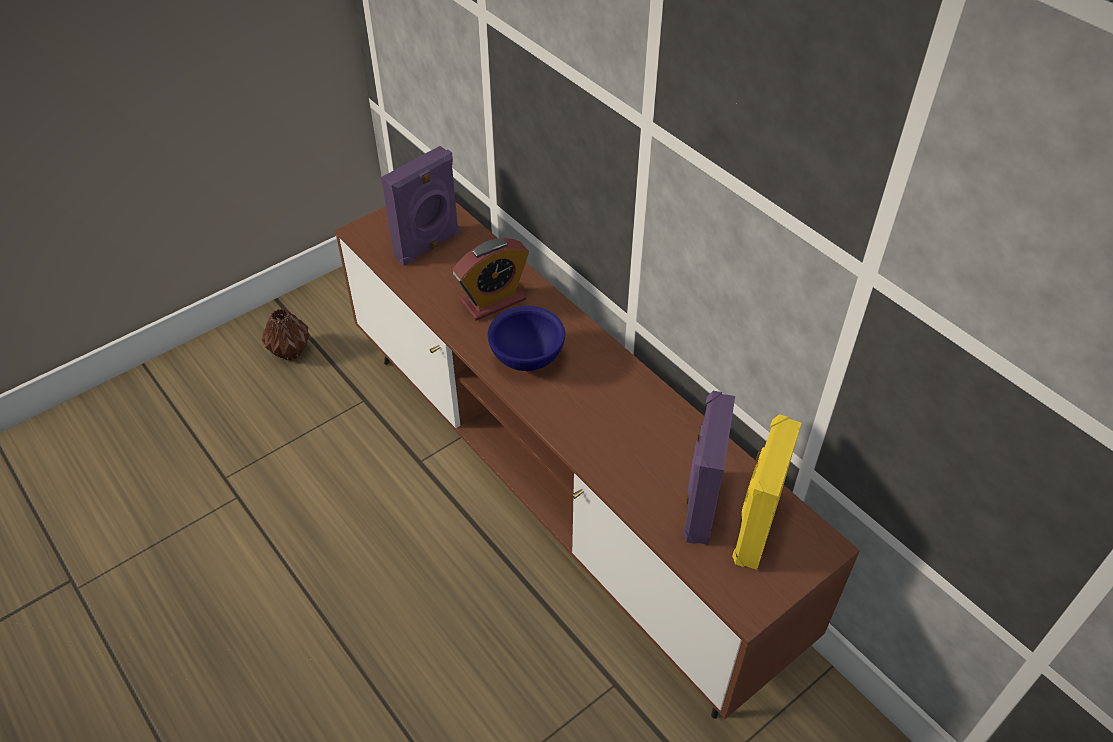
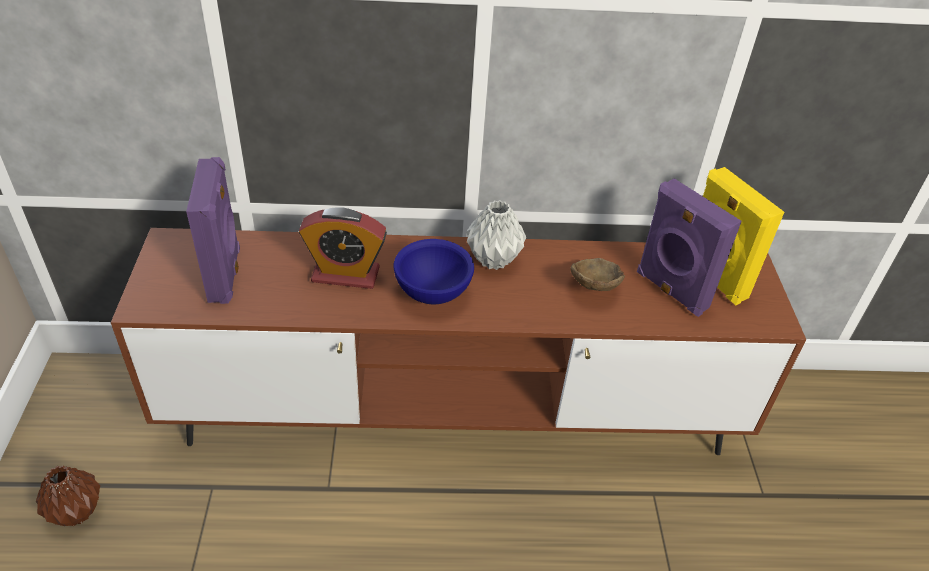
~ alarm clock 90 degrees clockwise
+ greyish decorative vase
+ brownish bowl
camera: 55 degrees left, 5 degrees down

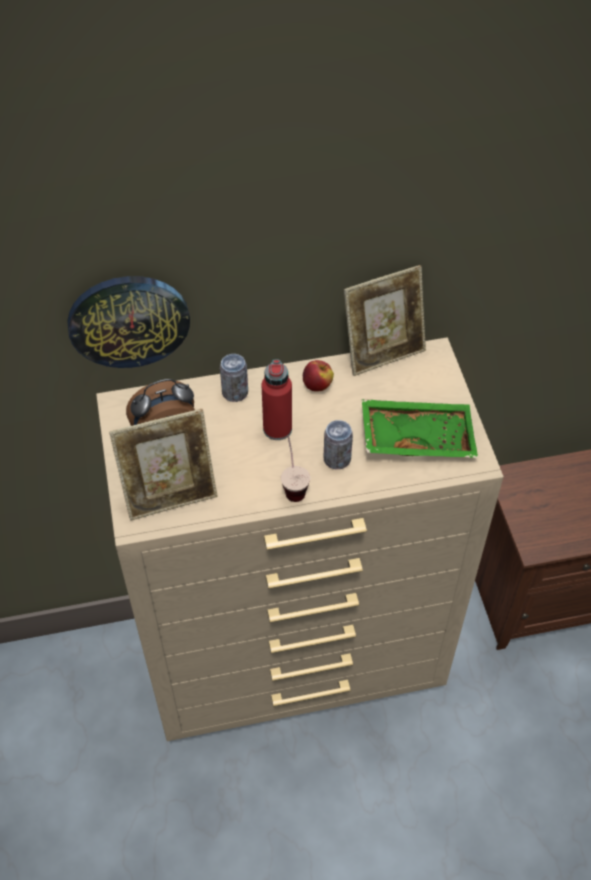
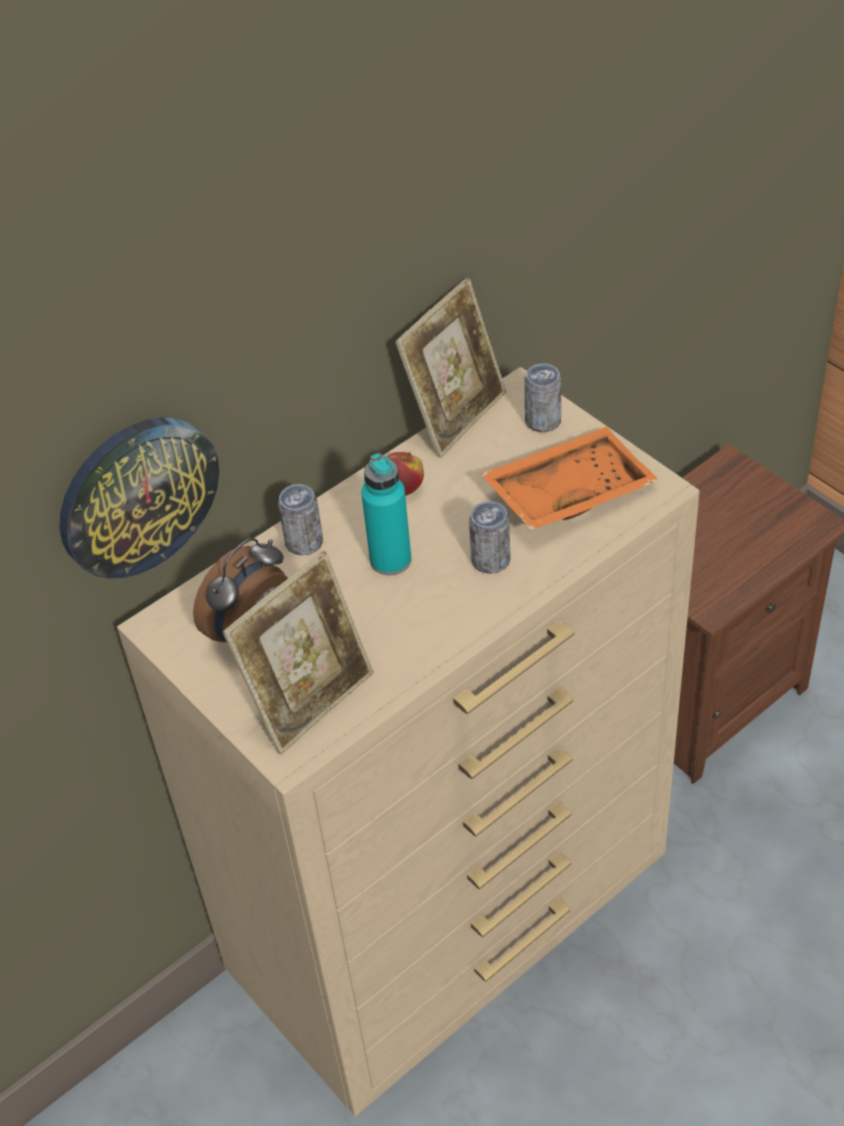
~ red-coloured beverage bottle to turquoise-coloured beverage bottle
~ green serving tray to orangey serving tray
+ sealed can (3rd from left)
- small cup
camera: 25 degrees left, 5 degrees down

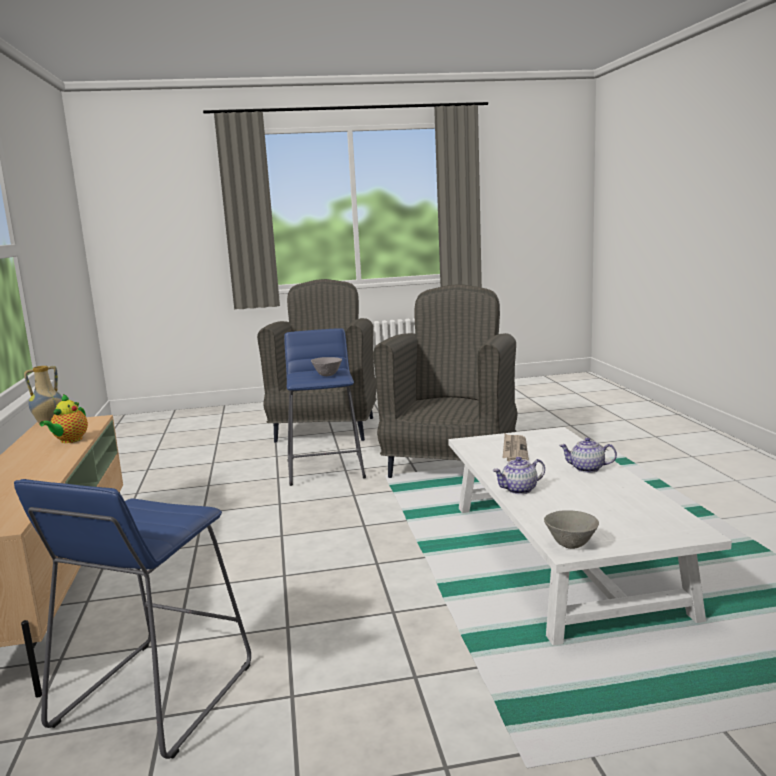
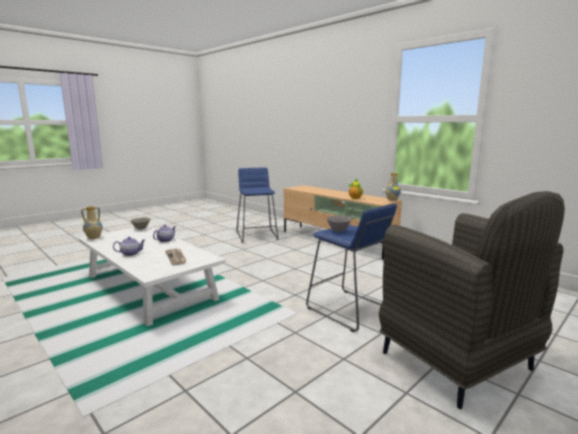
+ decorative vase (1st from left)
- greyish lounge chair (2nd from left)
camera: 145 degrees right, 0 degrees up

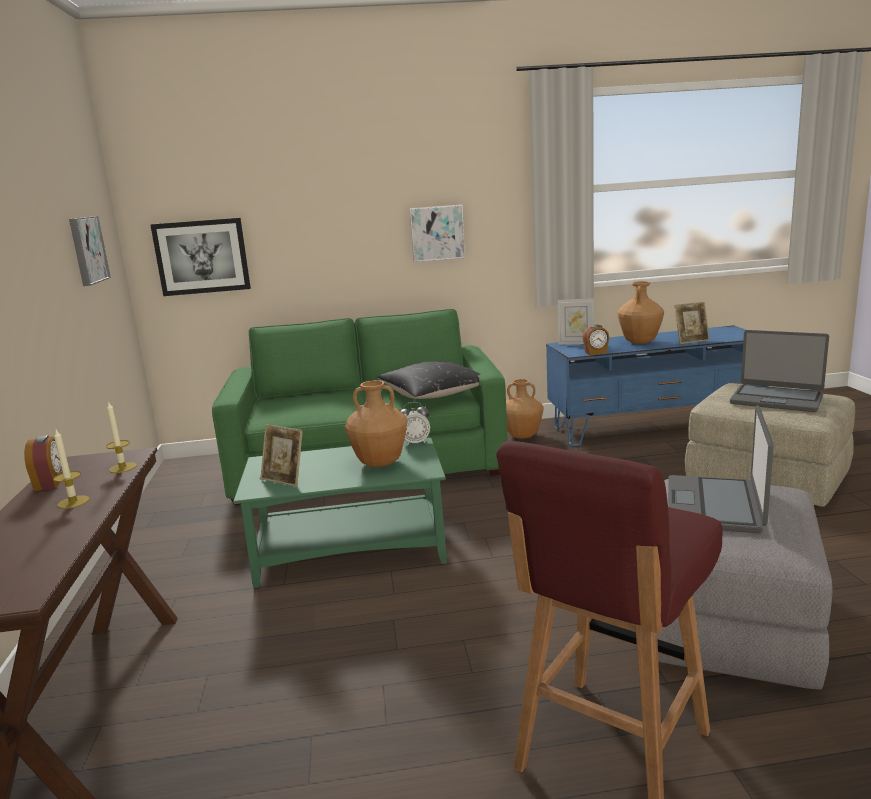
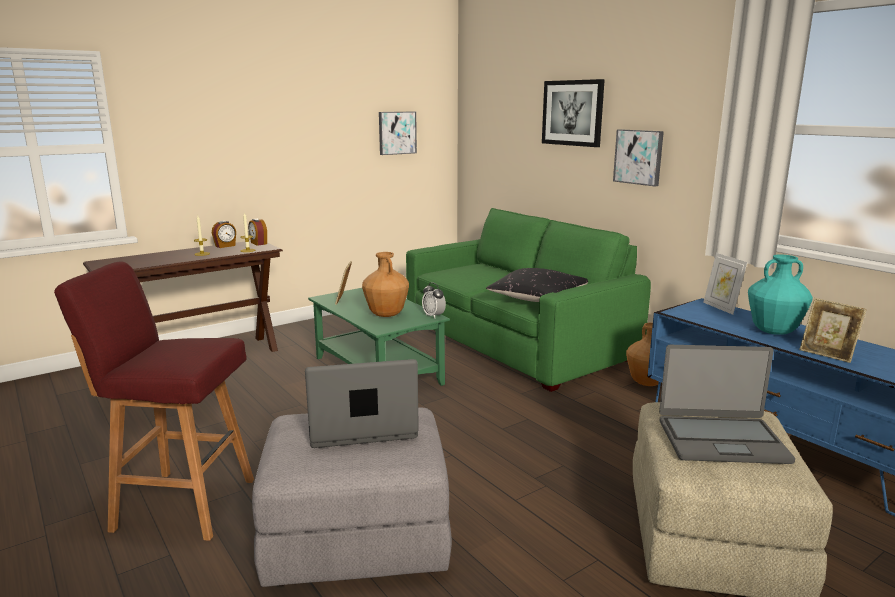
~ alarm clock (3rd from left in the first image) to alarm clock (2nd from left)
~ picture (2nd from left)
~ portable computer (2nd from left) 90 degrees counterclockwise
~ brownish decorative vase (3rd from left) to turquoise-coloured decorative vase
camera: 60 degrees right, 0 degrees up

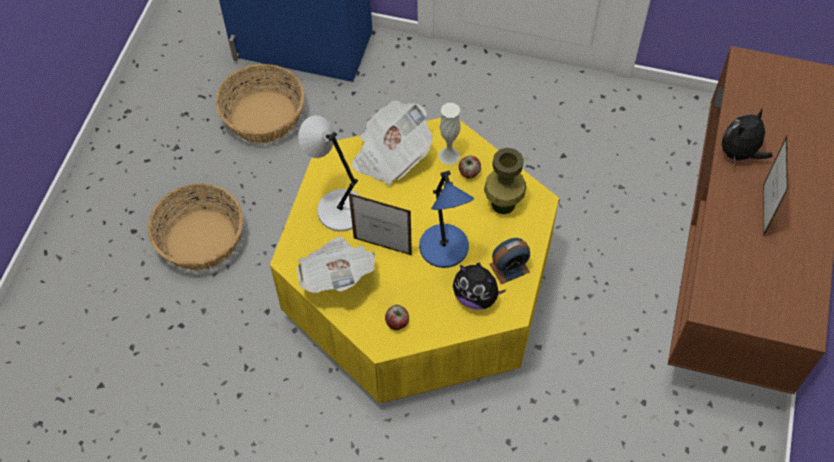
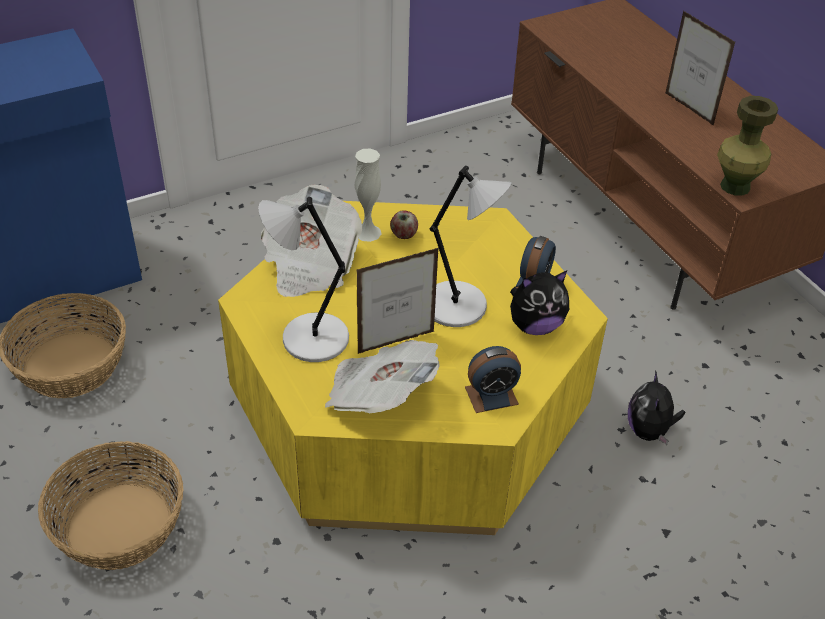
~ blue table lamp to greyish table lamp (2nd from left)
~ apple fruit (1st from left) to alarm clock (1st from left)
~ cuddly toy (2nd from left)
~ green decorative vase
camera: 45 degrees left, 15 degrees down

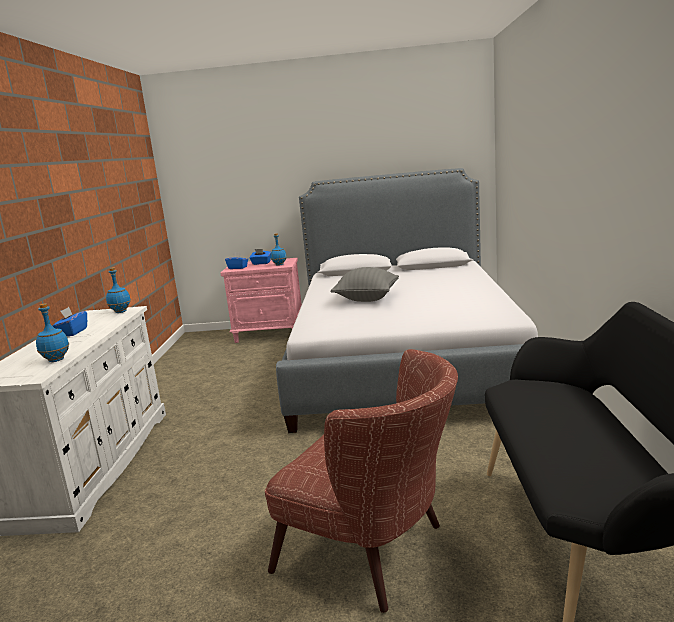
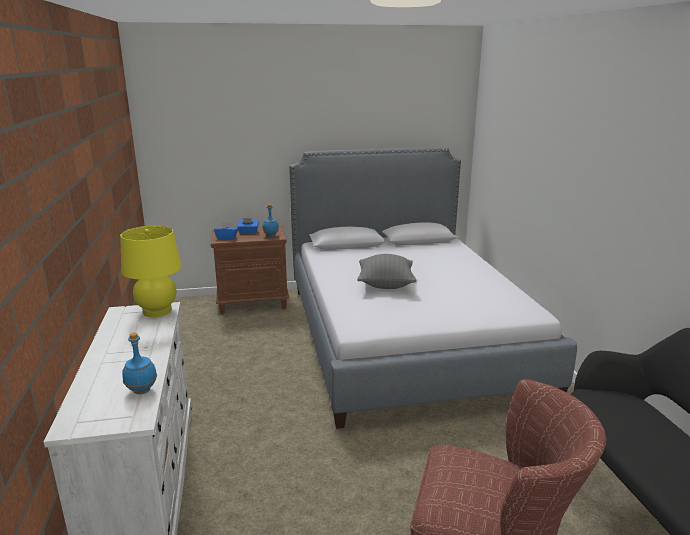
~ blue beverage bottle (2nd from left) to yellowish table lamp
~ pink-coloured bedside table to brownish bedside table
- blue tissue box (1st from left)
camera: 15 degrees left, 5 degrees up

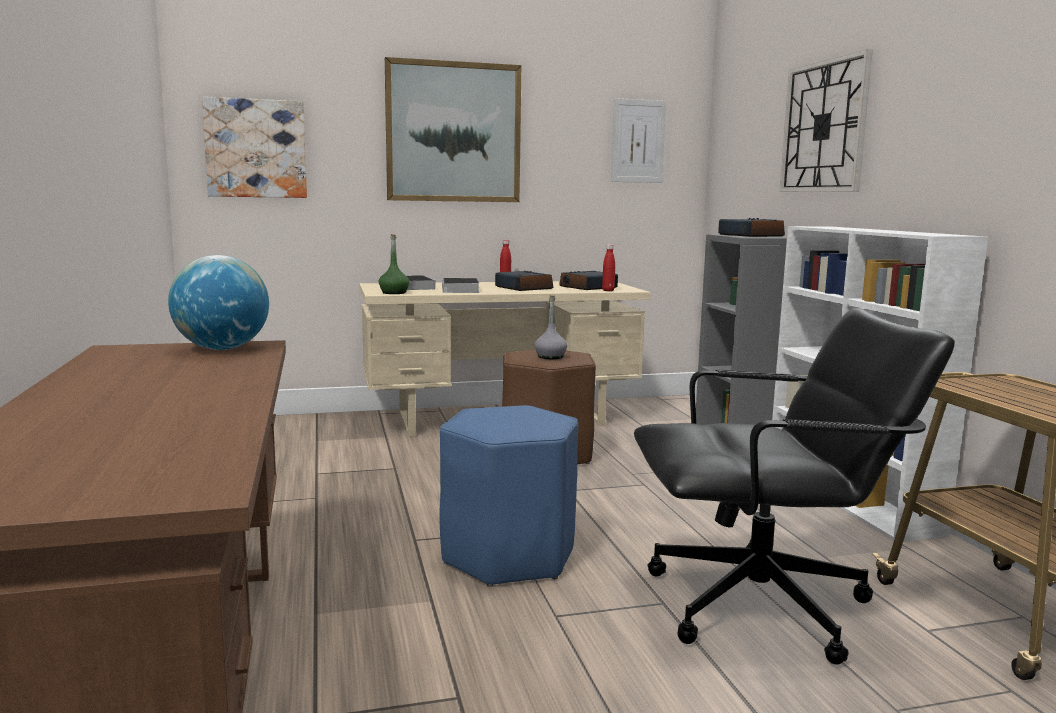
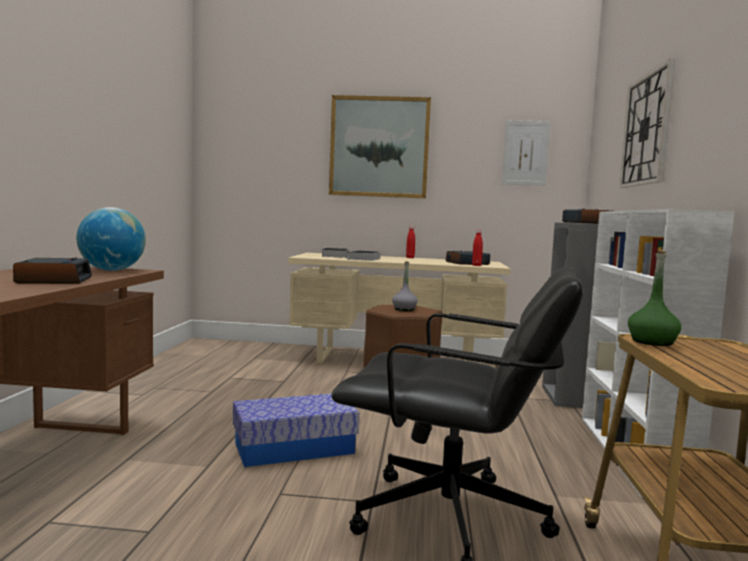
~ alarm clock (1st from left)
~ blue sitting stool to storage box
~ green beverage bottle
- picture (1st from left)
camera: 20 degrees right, 5 degrees down

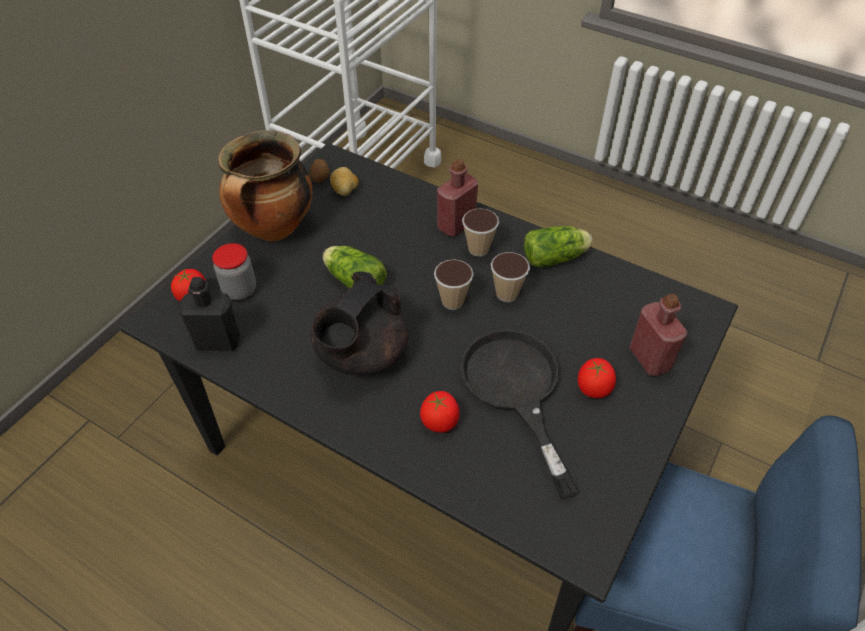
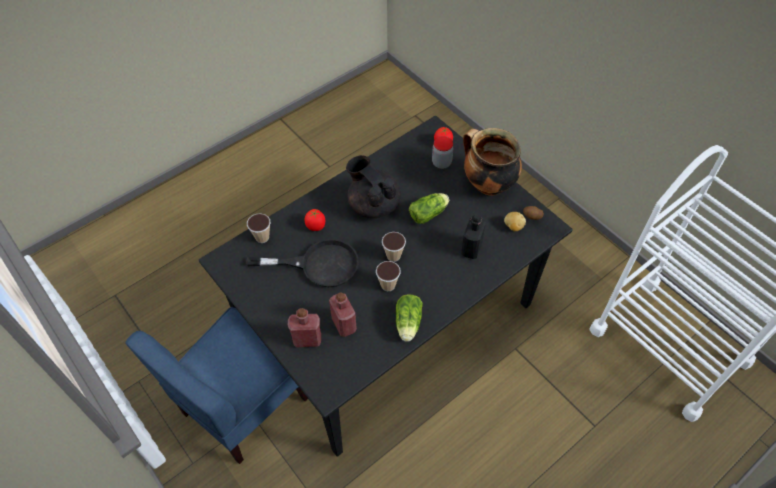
~ small cup (2nd from left in the first image) to small cup (1st from left)
~ red-coloured beverage bottle (1st from left in the first image) to red-coloured beverage bottle (2nd from left)
~ black-coloured beverage bottle
- tomato (3rd from left)
camera: 110 degrees right, 5 degrees up

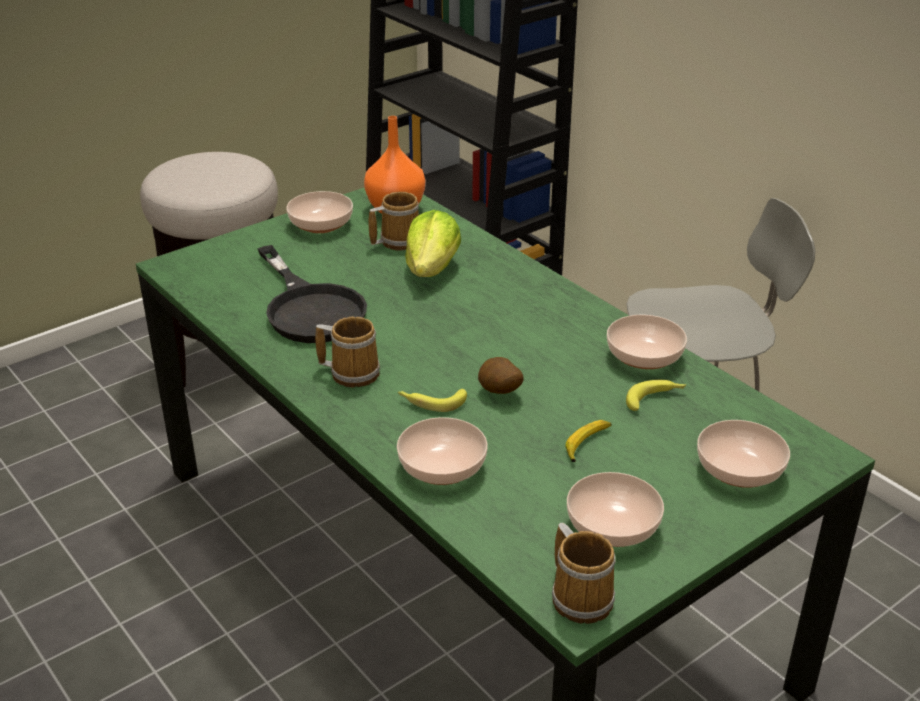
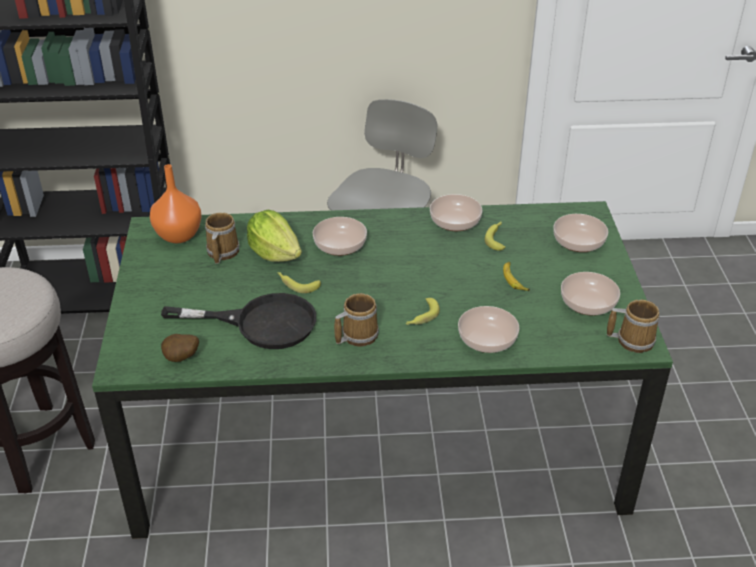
~ whole potato
+ banana (1st from left)
~ bowl (1st from left)
camera: 55 degrees left, 5 degrees up

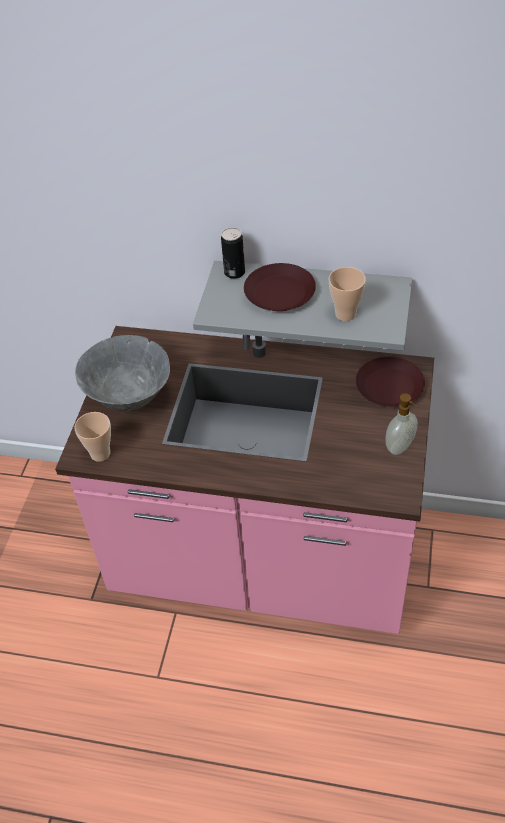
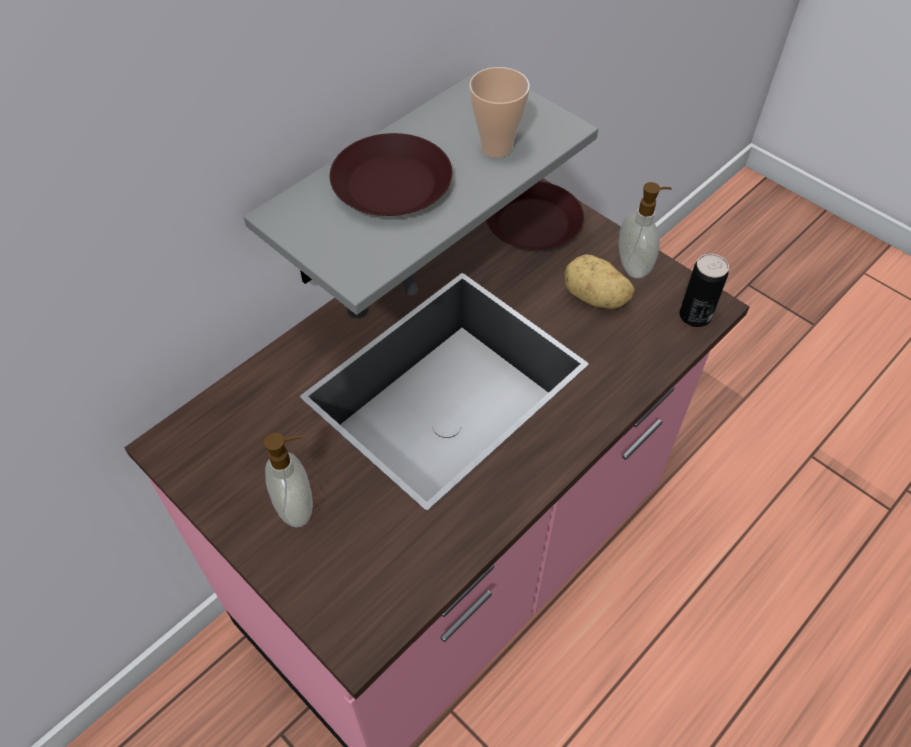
~ greyish bowl to soap bottle (1st from left)
+ whole potato
~ sealed can
- small cup (1st from left)
camera: 60 degrees left, 5 degrees up

